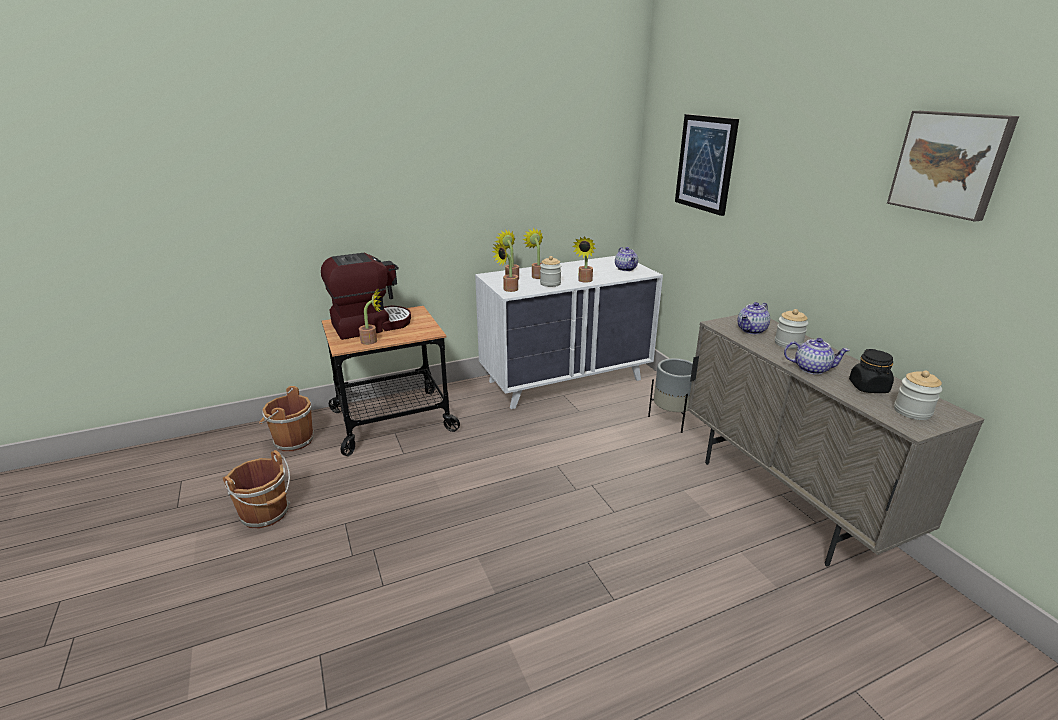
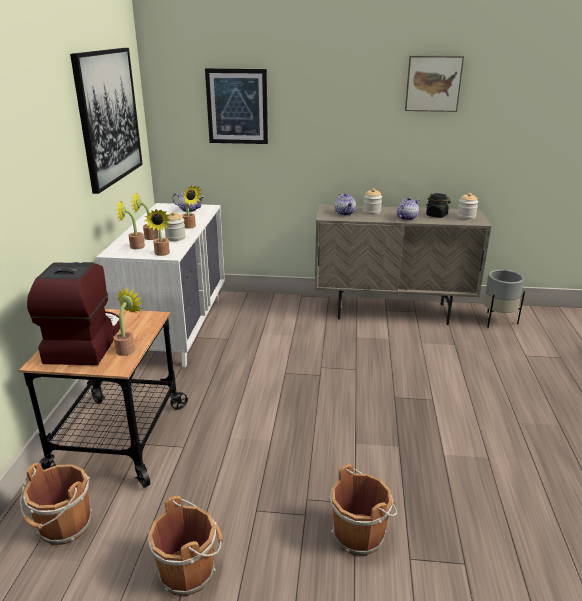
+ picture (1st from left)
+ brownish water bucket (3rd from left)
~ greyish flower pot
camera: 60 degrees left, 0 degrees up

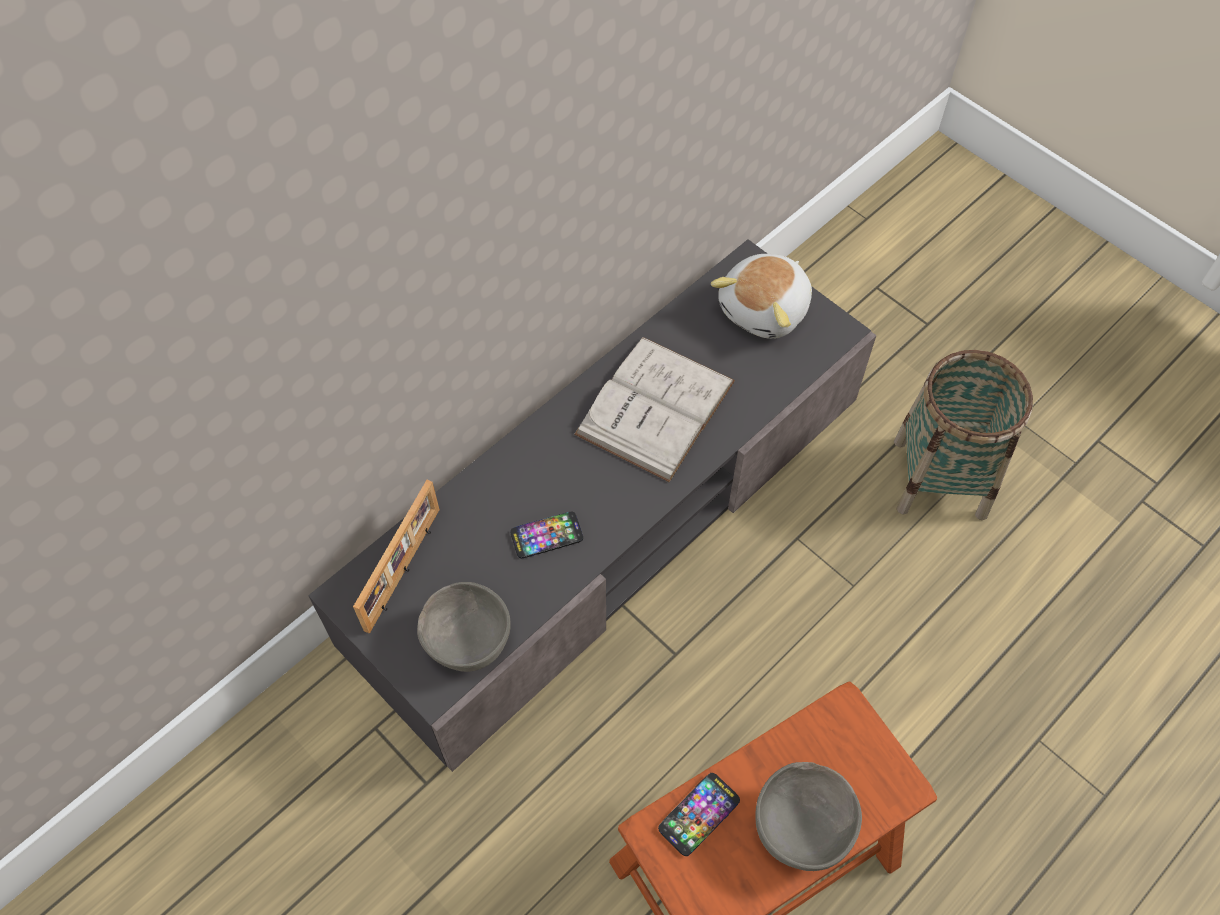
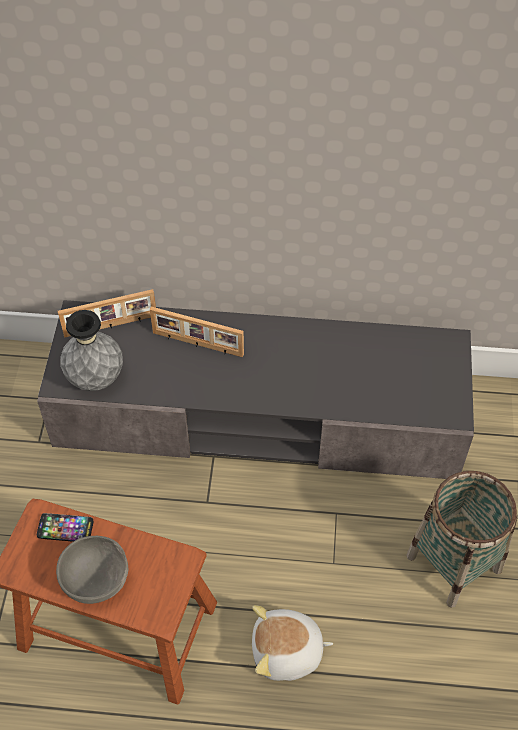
~ greyish bowl (1st from left) to greyish decorative vase
+ photo frame (2nd from left)
~ cuddly toy
- telephone (1st from left)
- whitish book
camera: 50 degrees right, 5 degrees down

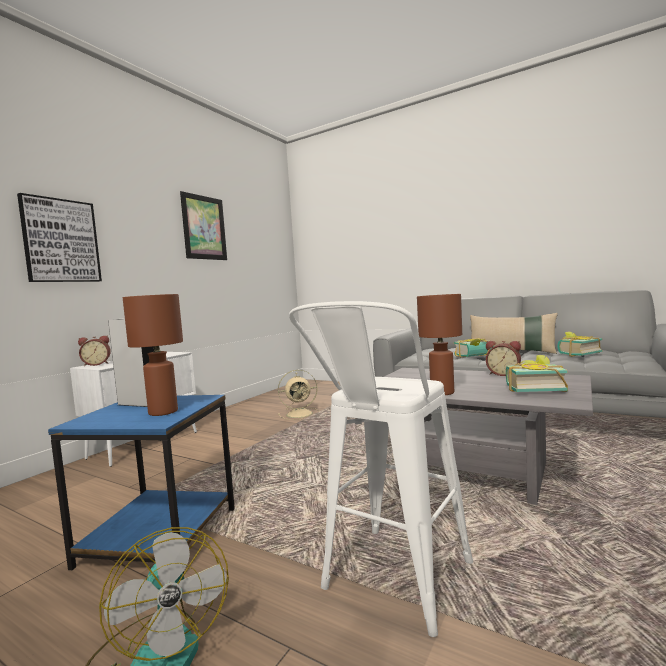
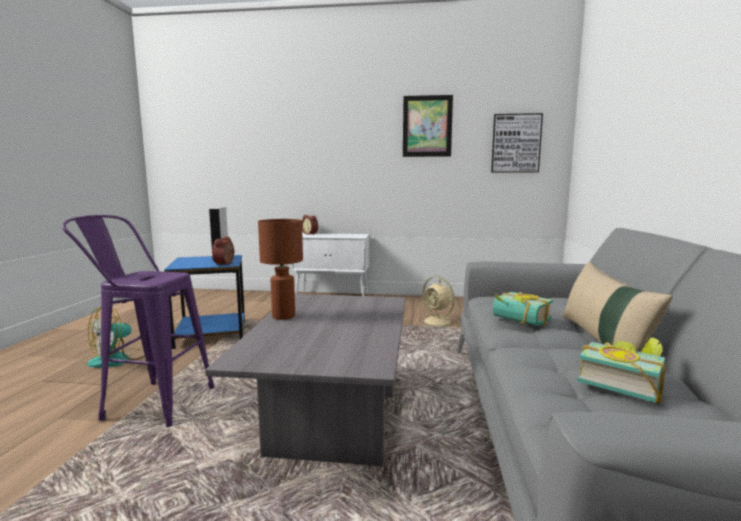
~ whitish sitting stool to purple-coloured sitting stool
~ alarm clock (2nd from left in the first image) to alarm clock (1st from left)
~ picture (1st from left in the first image) to picture (2nd from left)
- brownish table lamp (1st from left)
- book (2nd from left)
camera: 65 degrees right, 5 degrees up

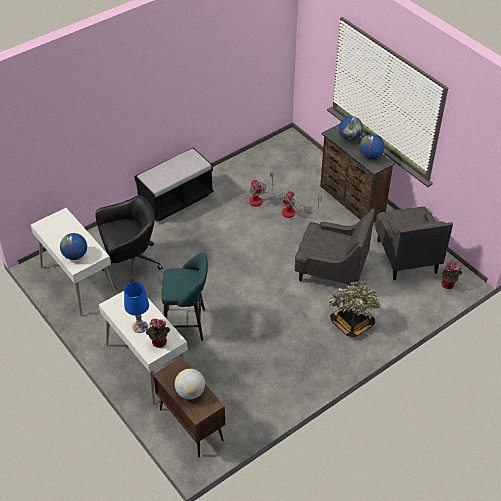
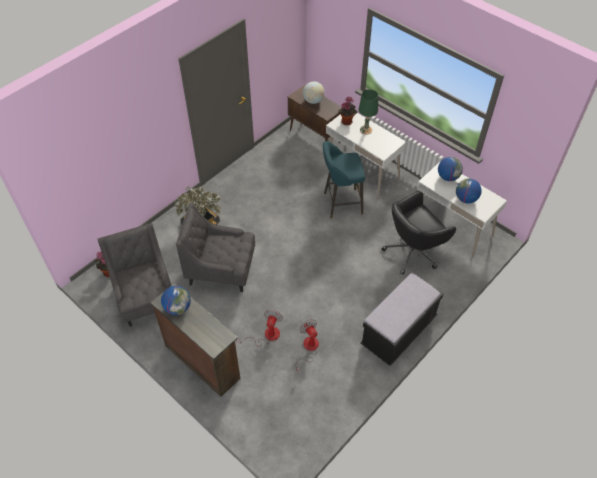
~ blue table lamp to green table lamp
~ desk globe (3rd from left in the first image) to desk globe (4th from left)
camera: 170 degrees right, 5 degrees up

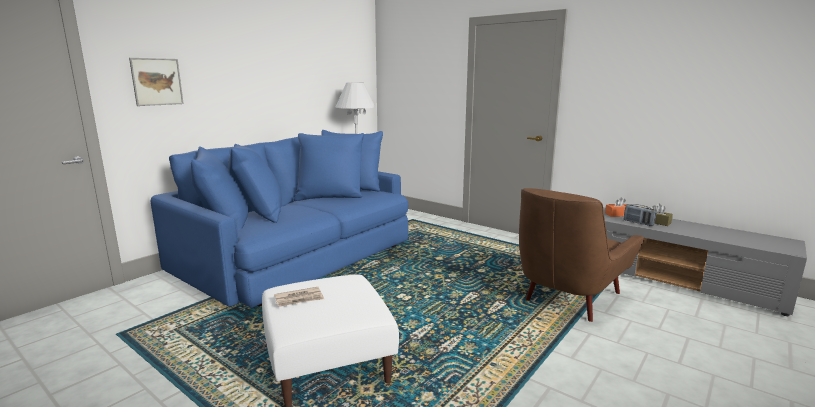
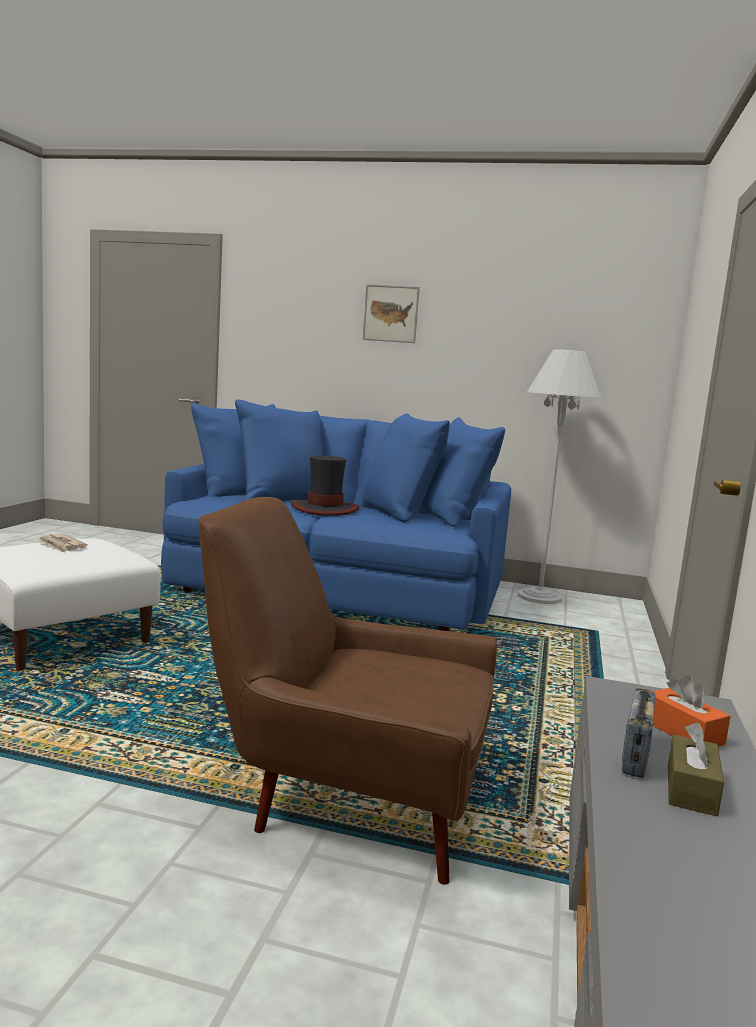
+ clothing hat
~ picture
camera: 65 degrees right, 5 degrees down

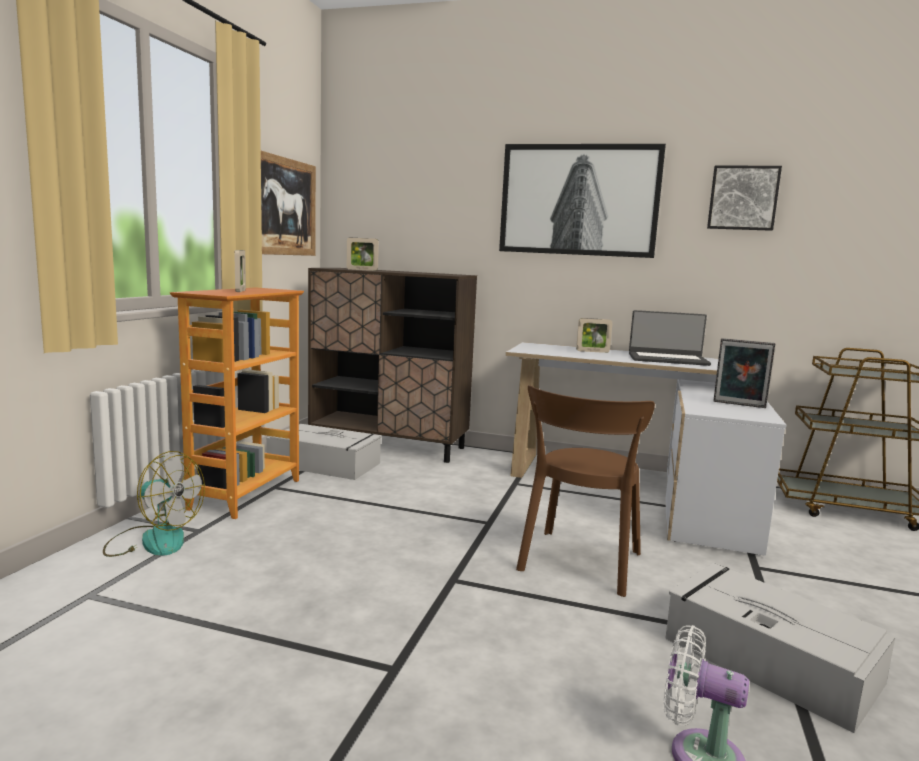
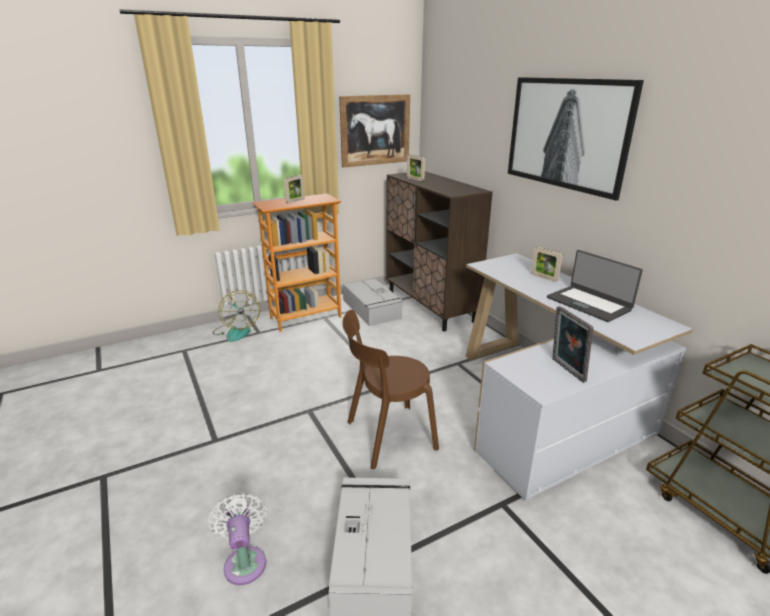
- picture (3rd from left)
camera: 45 degrees right, 15 degrees up

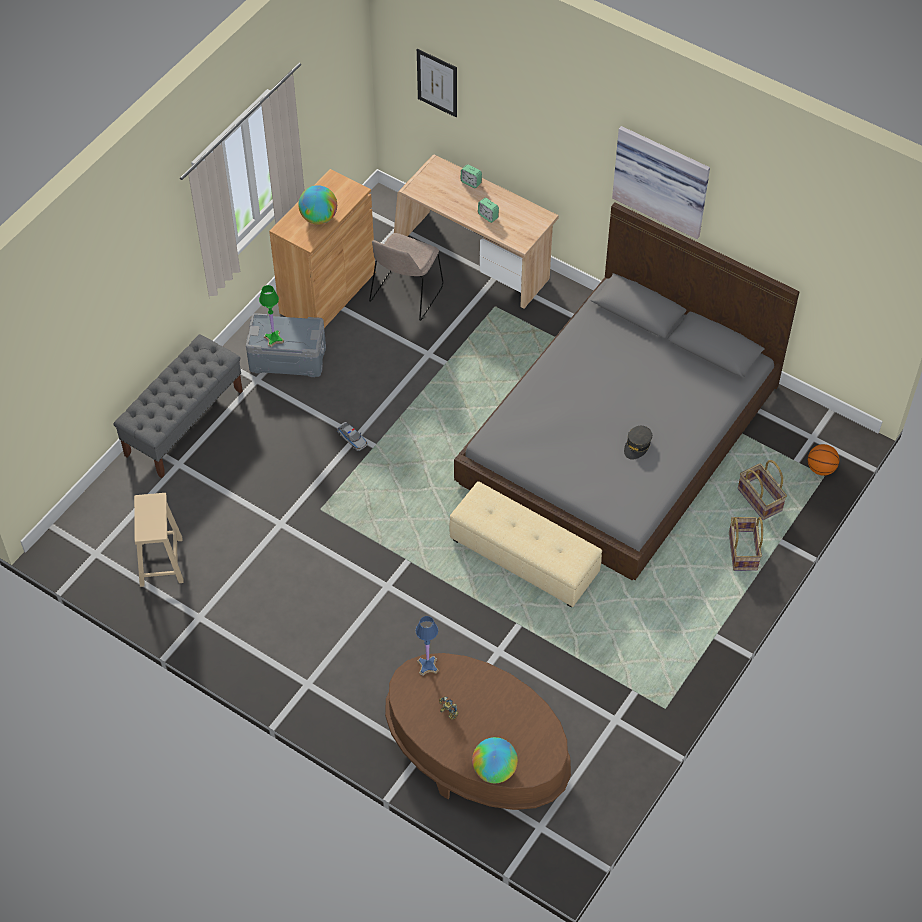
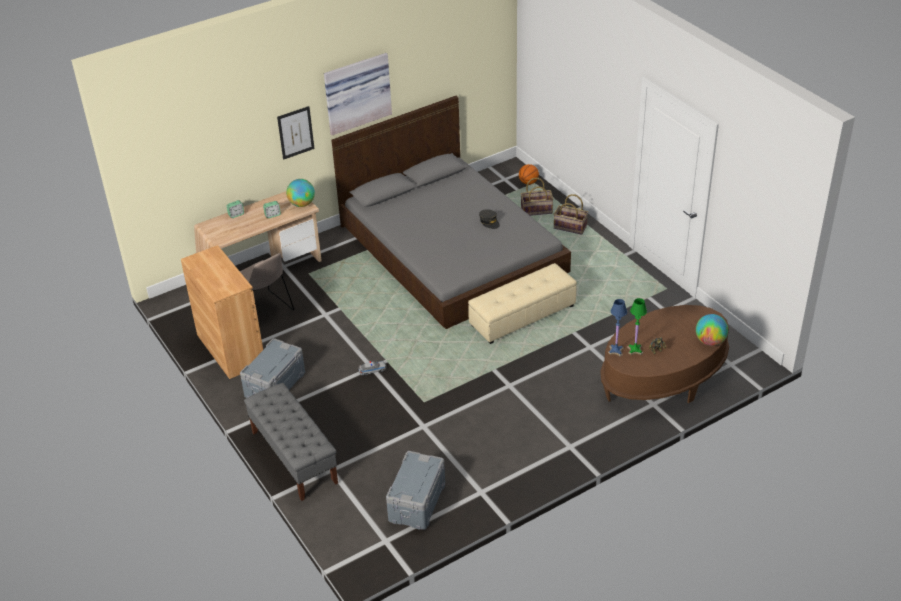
~ picture (1st from left)
~ desk globe (1st from left)
~ beige-coloured sitting stool to greyish storage box (2nd from left)
~ green table lamp
camera: 65 degrees left, 15 degrees down

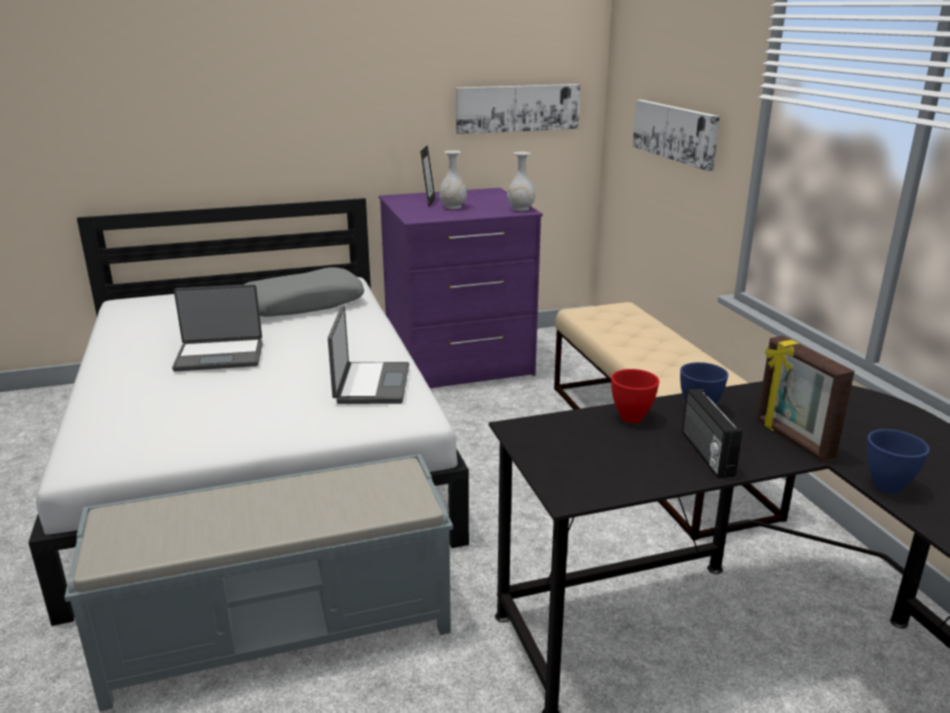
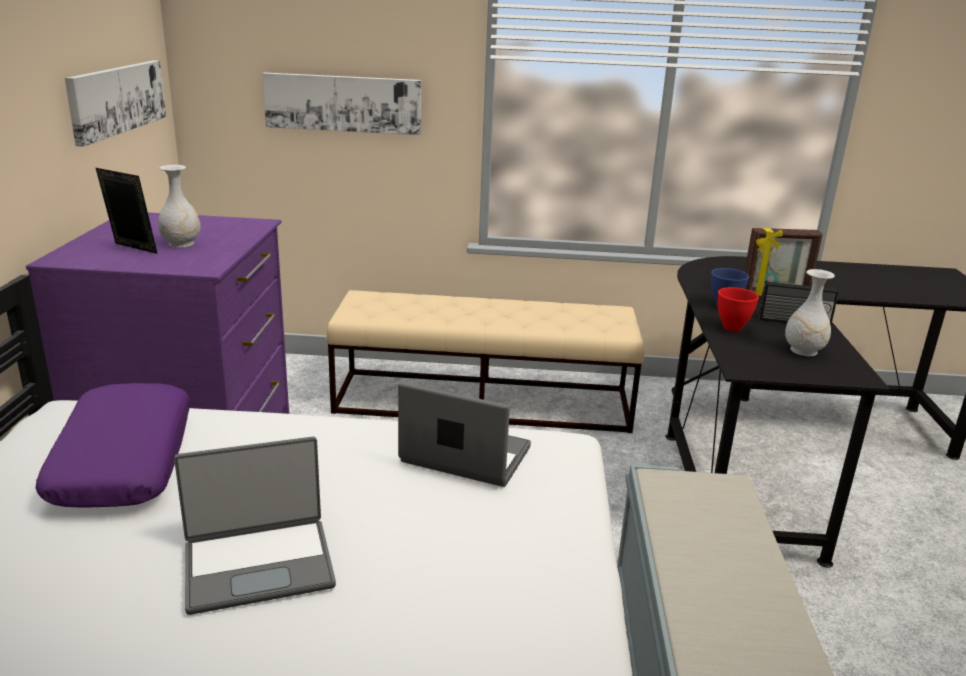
~ greyish cushion to purple-coloured cushion
~ portable computer (1st from left) 60 degrees clockwise
~ whitish decorative vase (2nd from left)
- blue bowl (2nd from left)
camera: 70 degrees left, 0 degrees up

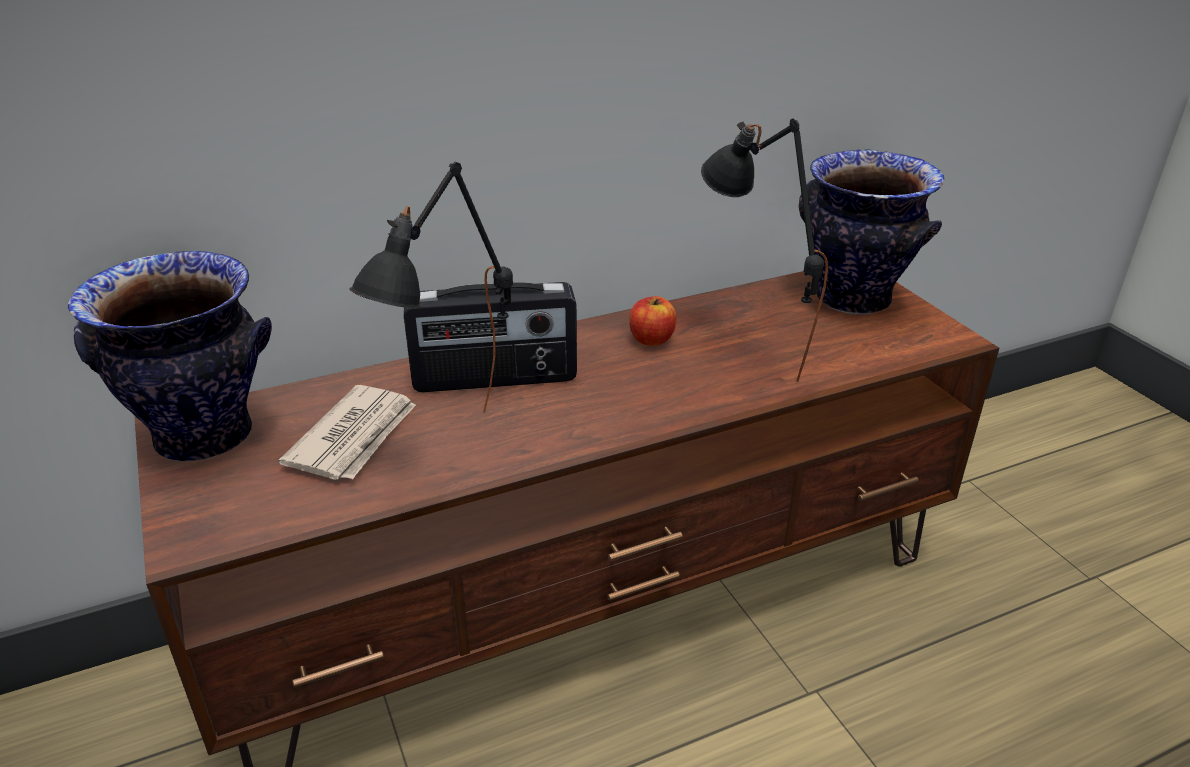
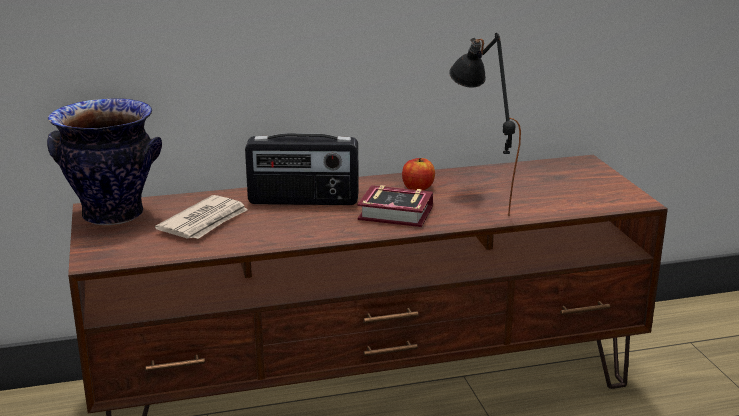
+ book
- black-coloured table lamp (1st from left)
- decorative vase (2nd from left)
camera: 10 degrees right, 10 degrees down

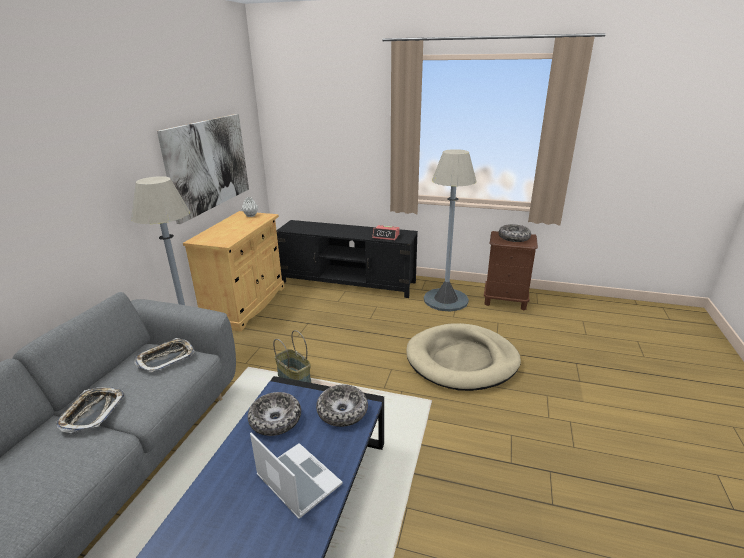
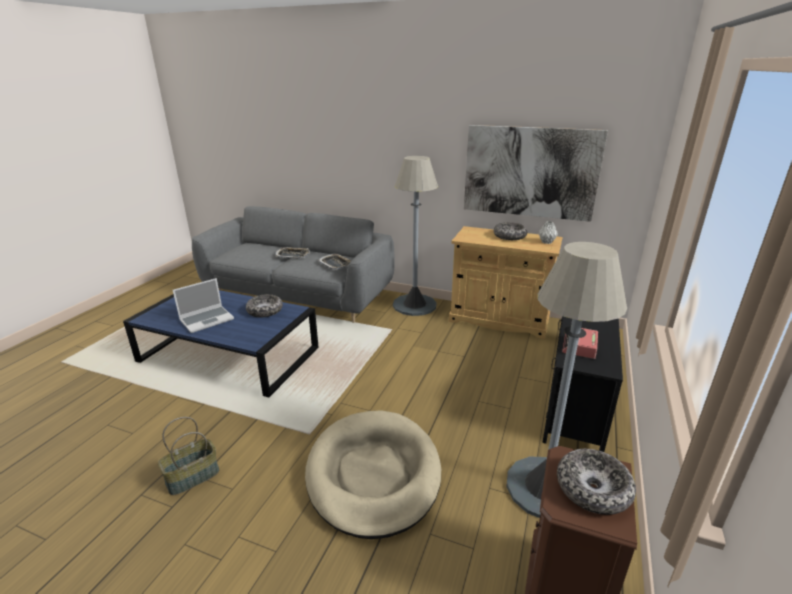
~ basket
~ bowl (2nd from left)
camera: 95 degrees right, 0 degrees up

